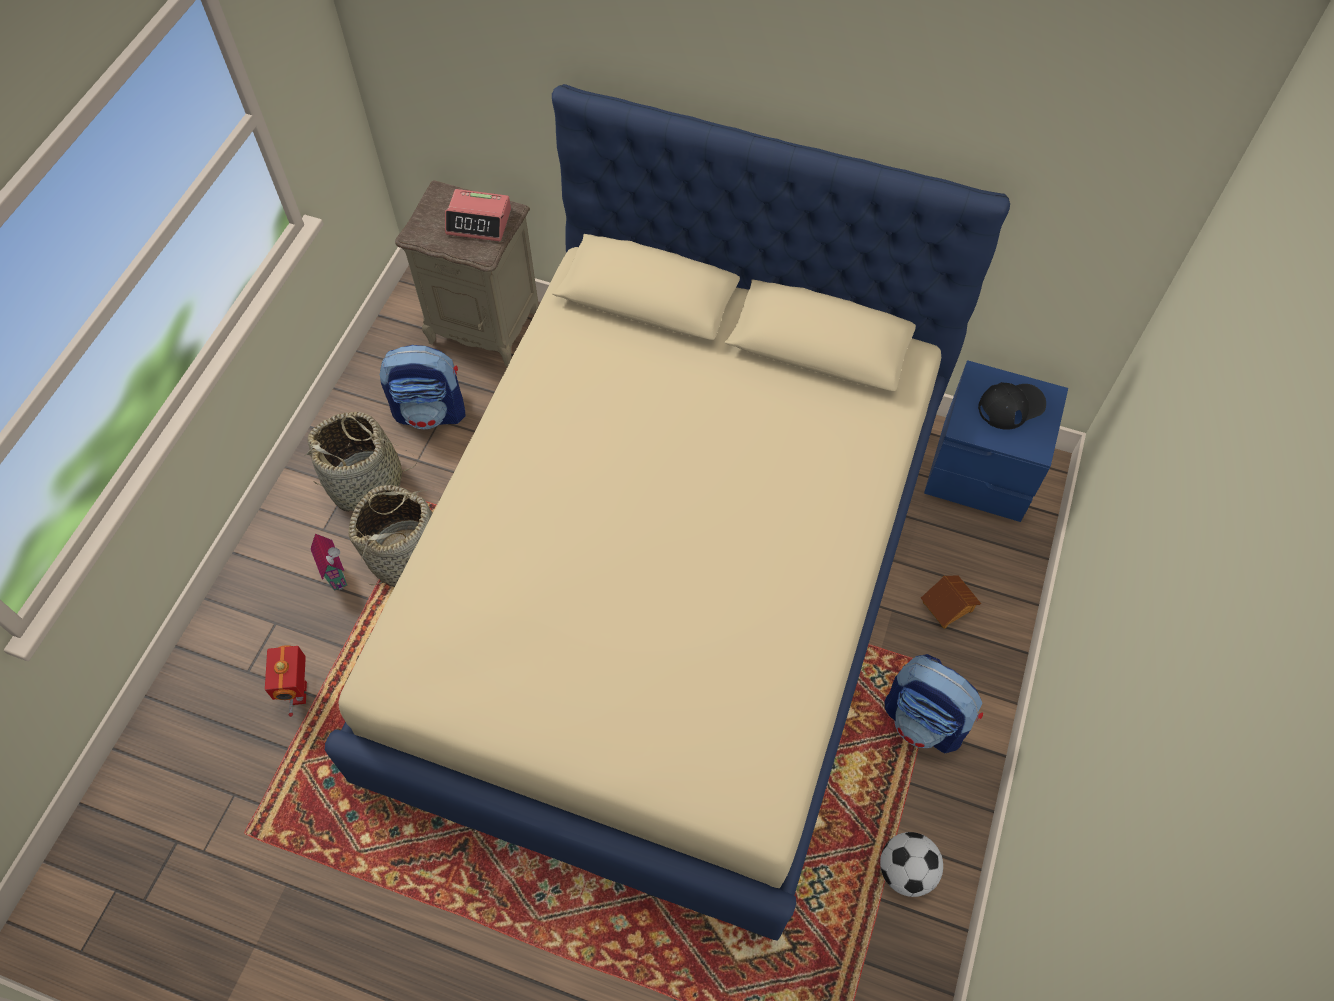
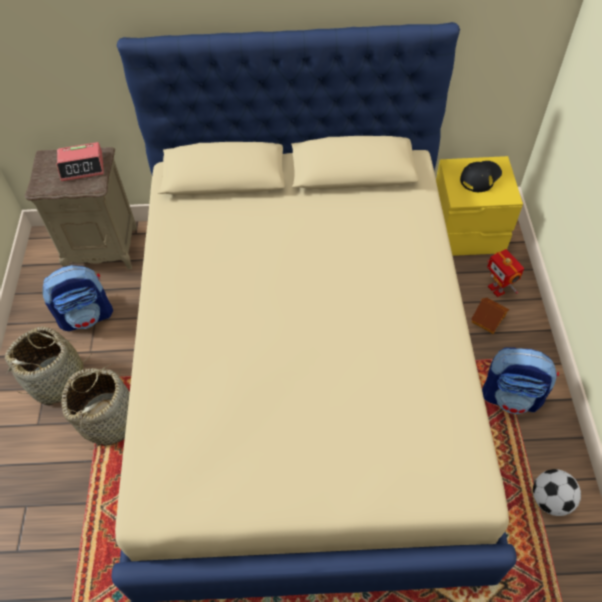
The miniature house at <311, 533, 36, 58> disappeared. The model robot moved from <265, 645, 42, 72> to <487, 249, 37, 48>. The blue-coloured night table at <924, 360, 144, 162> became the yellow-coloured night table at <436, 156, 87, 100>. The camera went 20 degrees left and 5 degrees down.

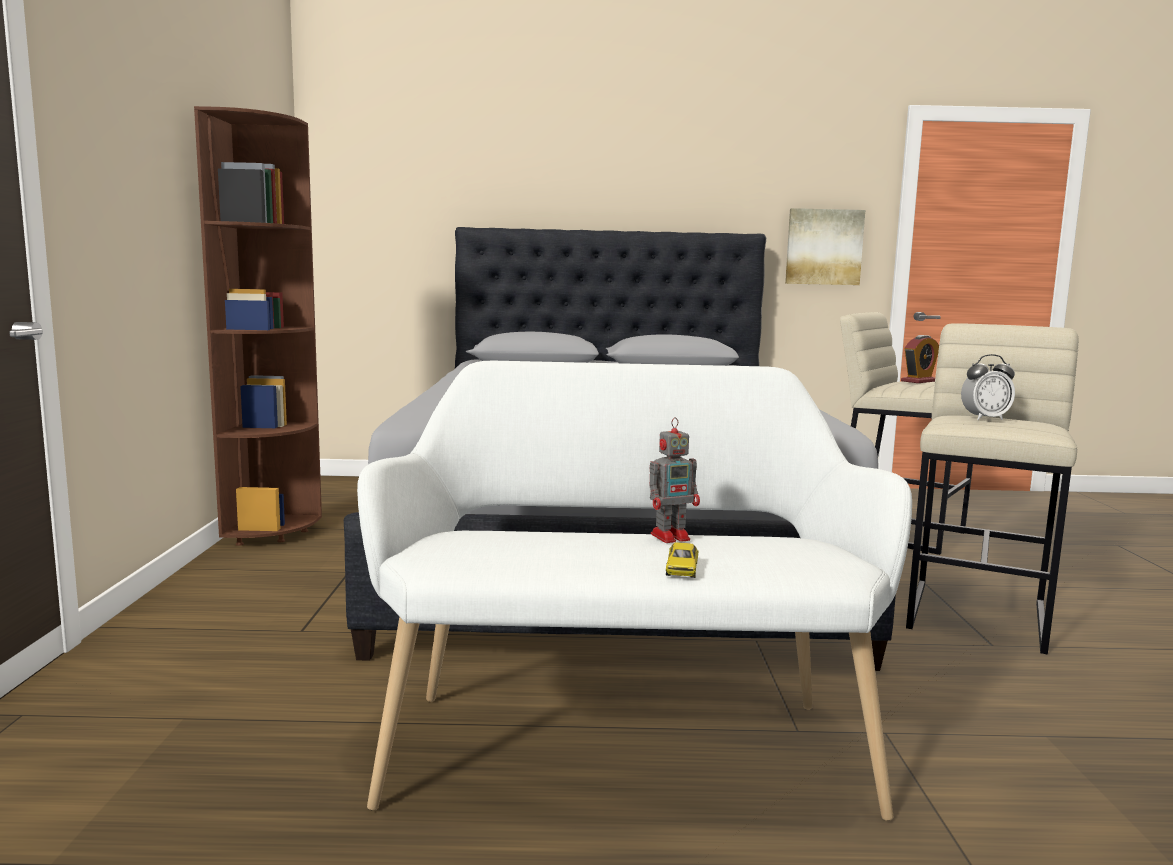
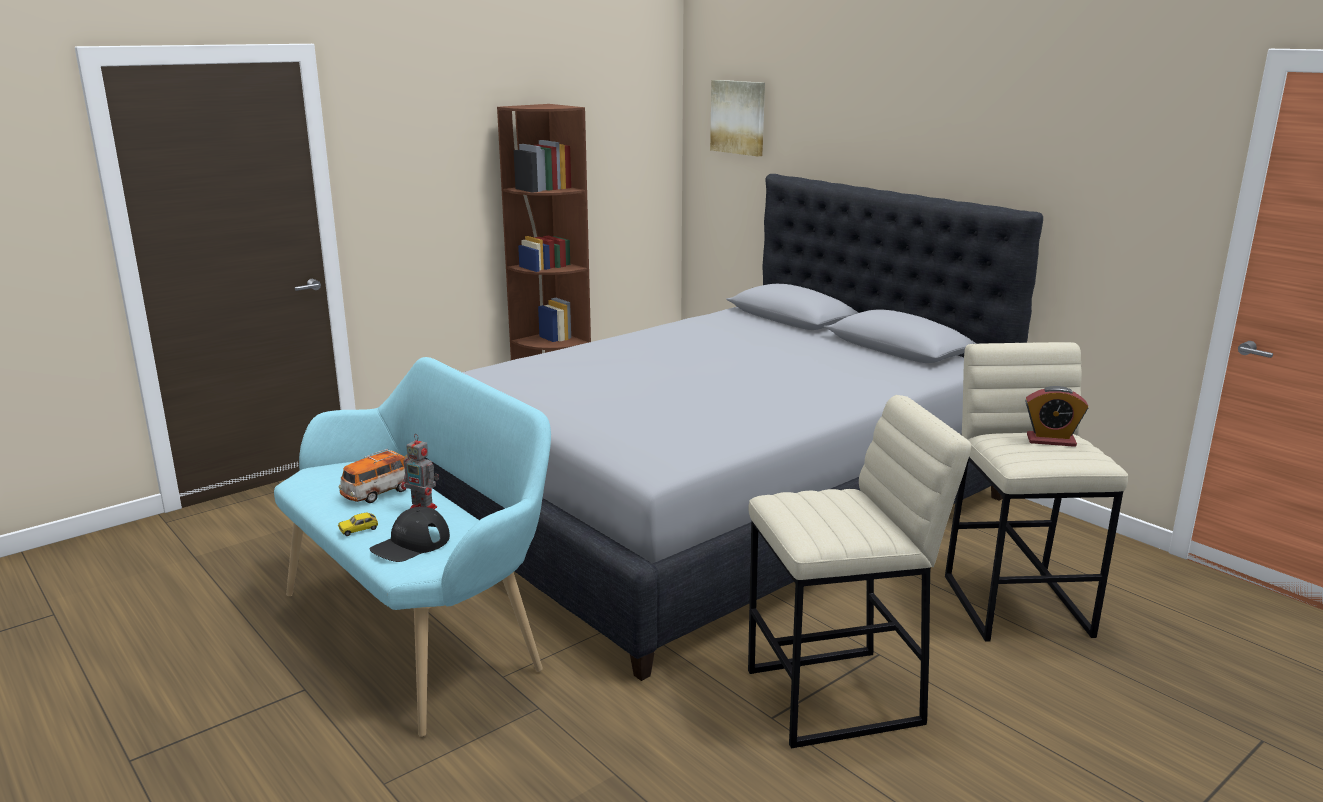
The alarm clock at <961, 354, 54, 66> disappeared. The toy car at <339, 449, 66, 54> appeared. The black baseball cap at <369, 507, 81, 55> appeared. The wall picture moved from <785, 208, 80, 77> to <710, 80, 55, 77>. The whitish bench at <357, 361, 555, 460> became the turquoise-coloured bench at <274, 357, 277, 380>. The camera went 50 degrees right and 10 degrees up.

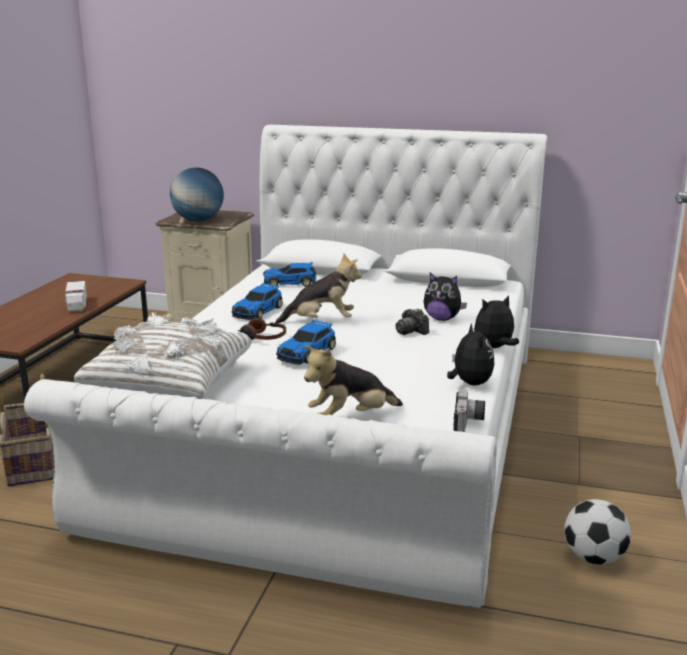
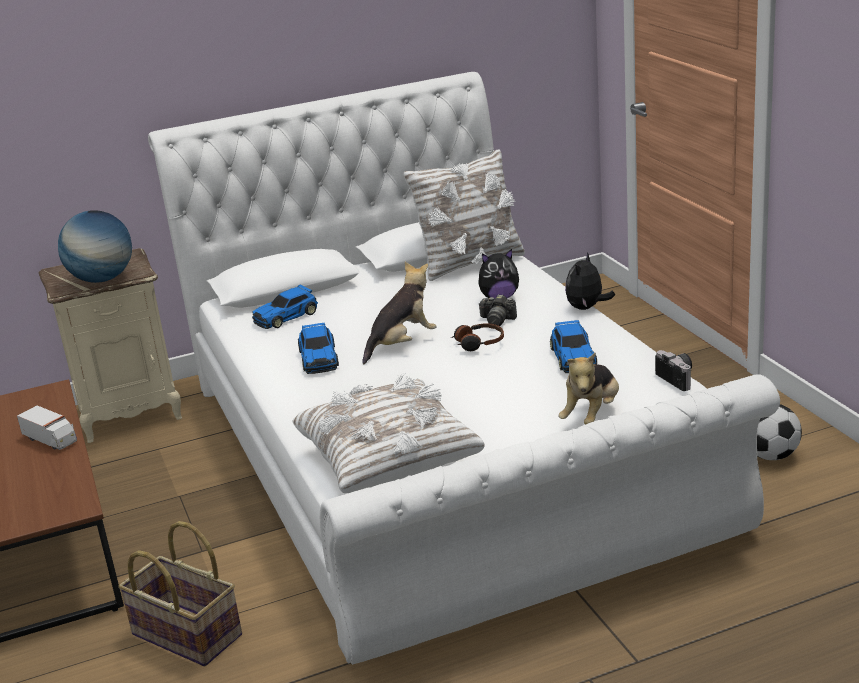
The soft toy at <447, 323, 48, 62> disappeared. The whitish throw pillow at <403, 149, 122, 132> appeared. The headphones moved from <238, 318, 48, 22> to <451, 324, 53, 27>. The toy car moved from <276, 320, 60, 45> to <550, 320, 47, 53>. The camera went 35 degrees left and 5 degrees up.

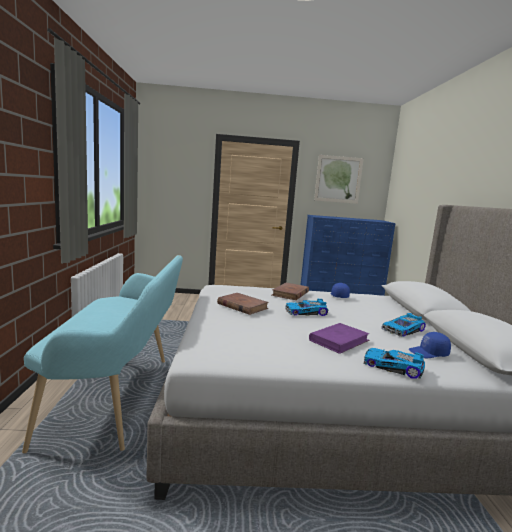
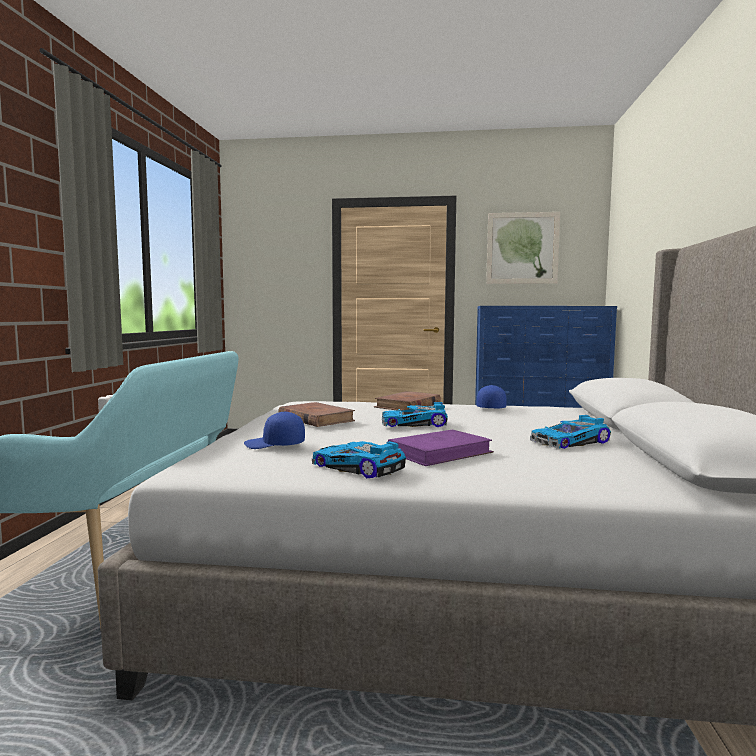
The toy car moved from <364, 348, 61, 31> to <312, 441, 94, 38>. The blue-coloured baseball cap moved from <409, 332, 42, 26> to <244, 411, 61, 38>. The camera went 10 degrees right and 5 degrees down.

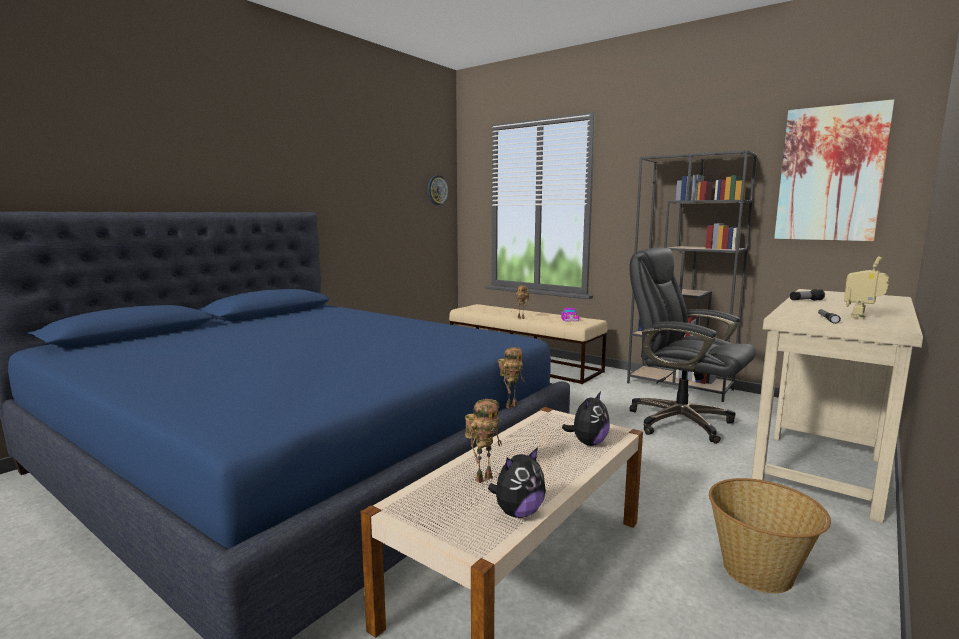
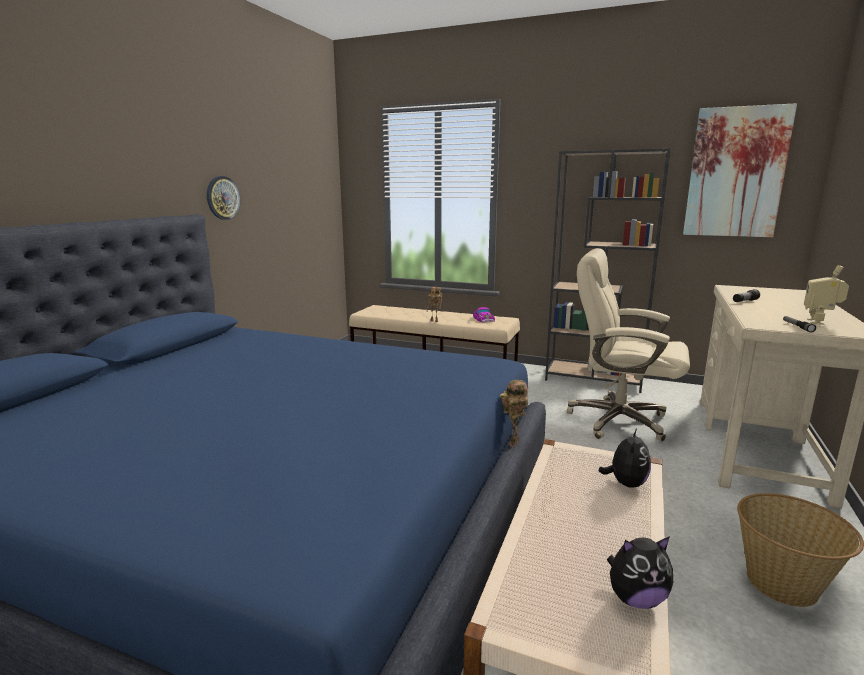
The model robot at <465, 399, 37, 84> disappeared. The wall clock moved from <428, 175, 21, 30> to <207, 176, 33, 44>. The black desk chair at <629, 247, 127, 197> became the sand-coloured desk chair at <567, 248, 123, 193>. The soft toy at <488, 447, 58, 71> turned 45 degrees clockwise. The camera went 15 degrees left and 5 degrees up.

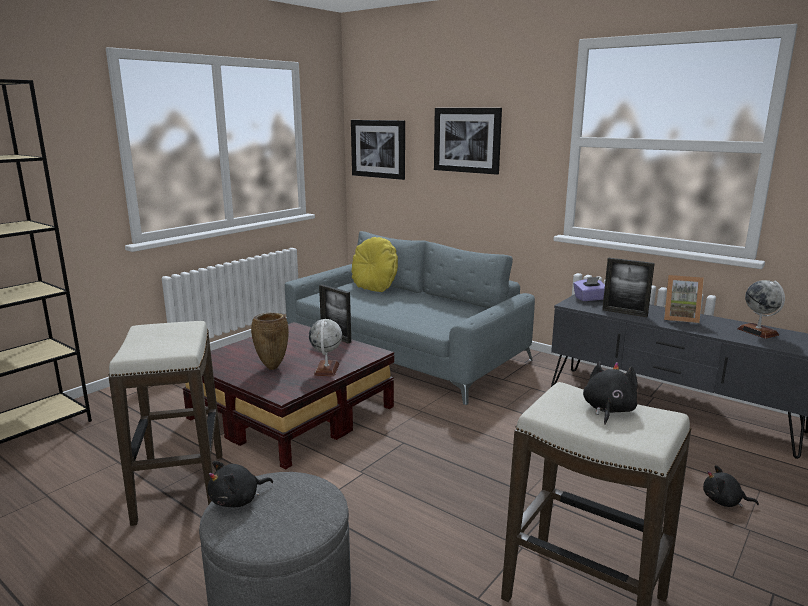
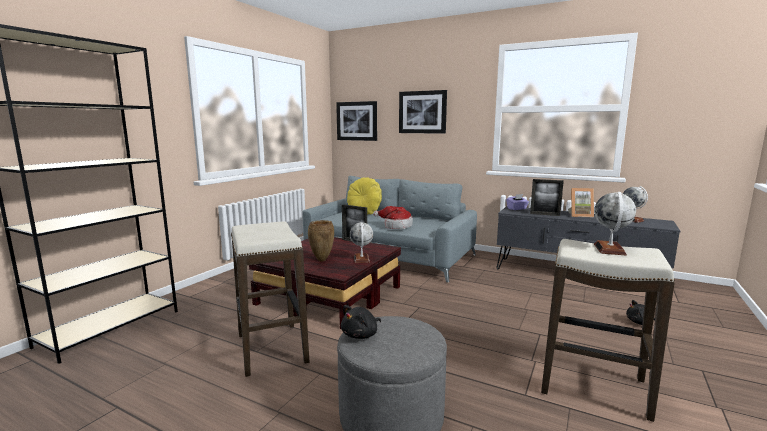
The wearable hat at <373, 206, 40, 23> appeared. The black soft toy at <583, 361, 55, 63> was replaced by the world globe at <594, 192, 42, 64>. The camera went 10 degrees left and 5 degrees down.

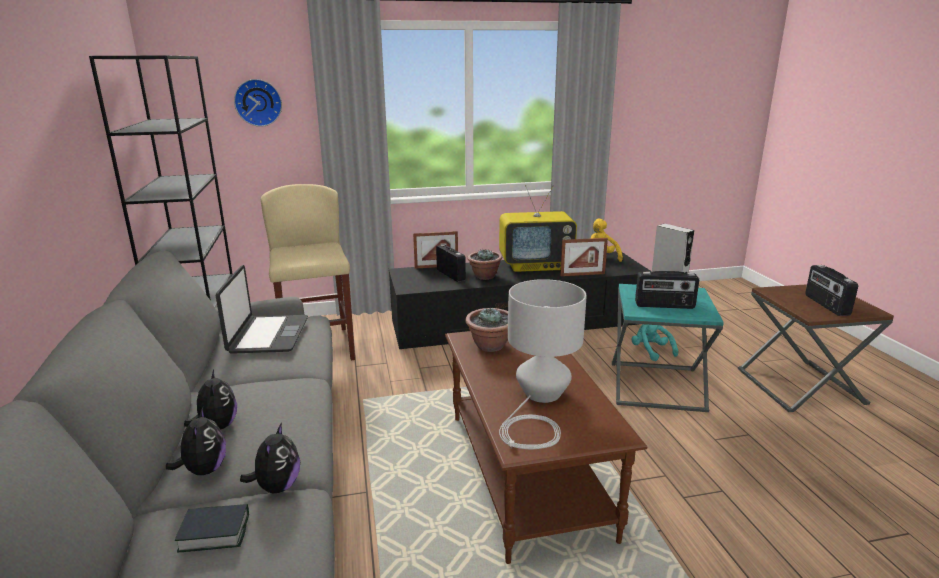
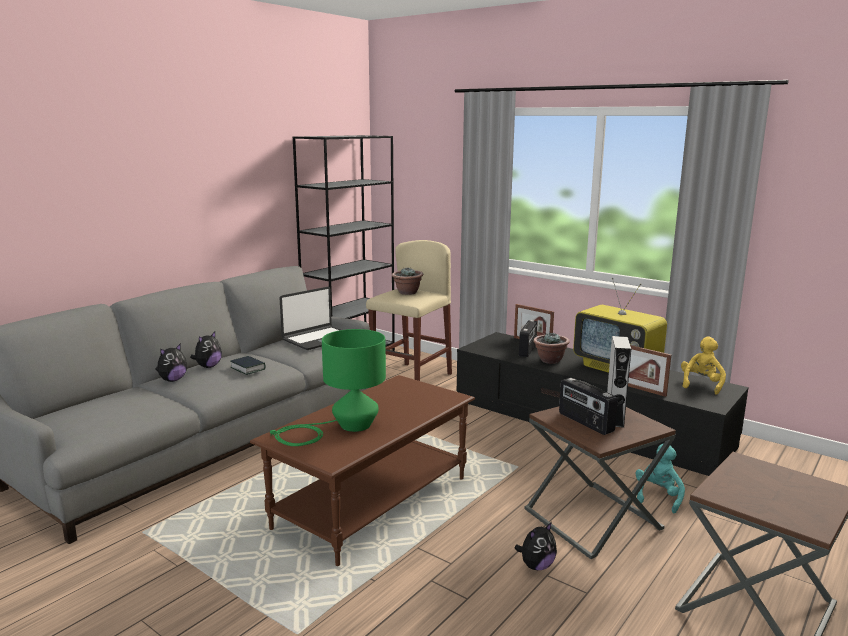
The wall clock at <234, 79, 48, 48> disappeared. The radio at <805, 265, 53, 51> disappeared. The volume moved from <175, 504, 74, 48> to <230, 356, 36, 19>. The soft toy moved from <240, 422, 60, 71> to <514, 522, 43, 48>. The plant in a pot moved from <466, 307, 42, 45> to <392, 267, 31, 28>. The greyish table lamp at <499, 279, 87, 170> became the green table lamp at <270, 329, 116, 117>. The turquoise-coloured end table at <612, 284, 112, 128> became the brown-coloured end table at <524, 406, 152, 153>. The camera went 50 degrees right and 5 degrees down.

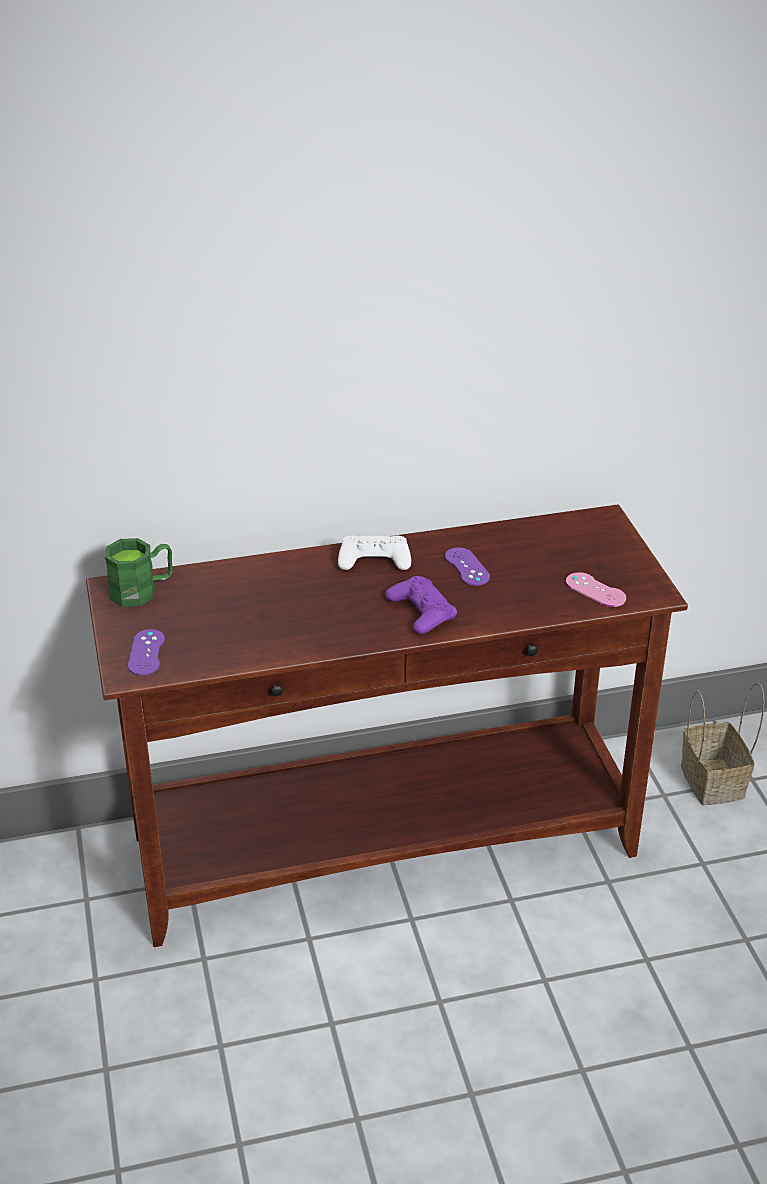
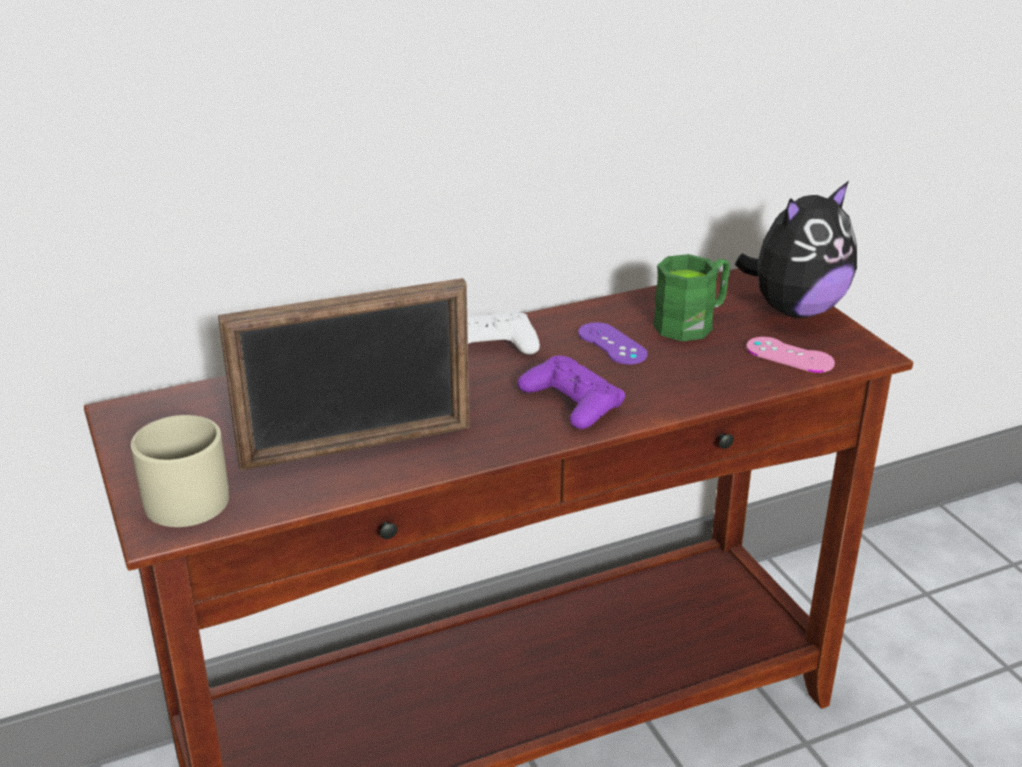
The storage basket at <681, 682, 83, 123> disappeared. The picture frame at <218, 278, 252, 193> appeared. The soft toy at <735, 181, 122, 137> appeared. The green tea mug moved from <105, 538, 67, 69> to <653, 254, 77, 87>. The purple-coloured joypad at <128, 629, 37, 47> was replaced by the sand-coloured tea mug at <131, 415, 98, 112>. The camera went 10 degrees left and 5 degrees down.

